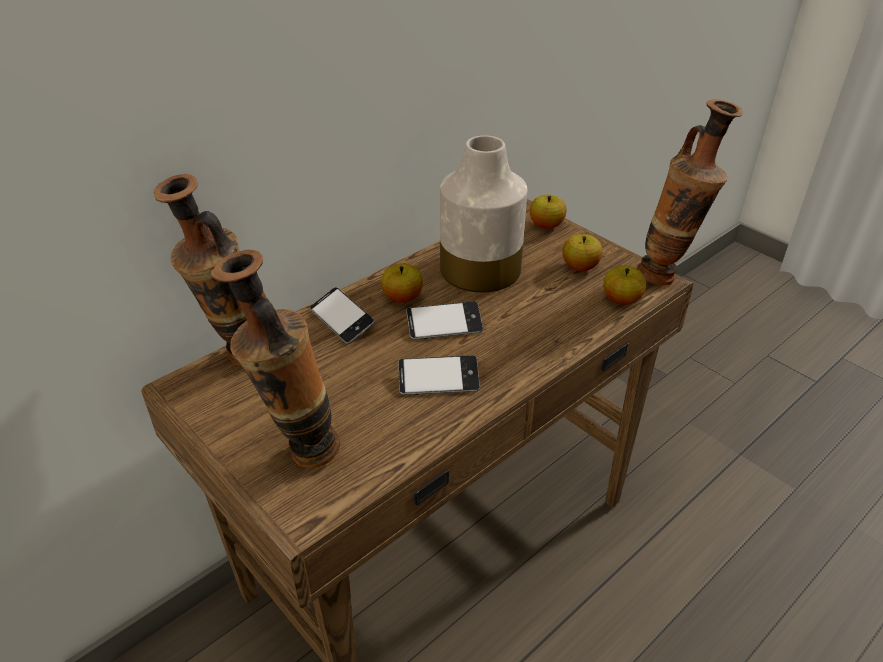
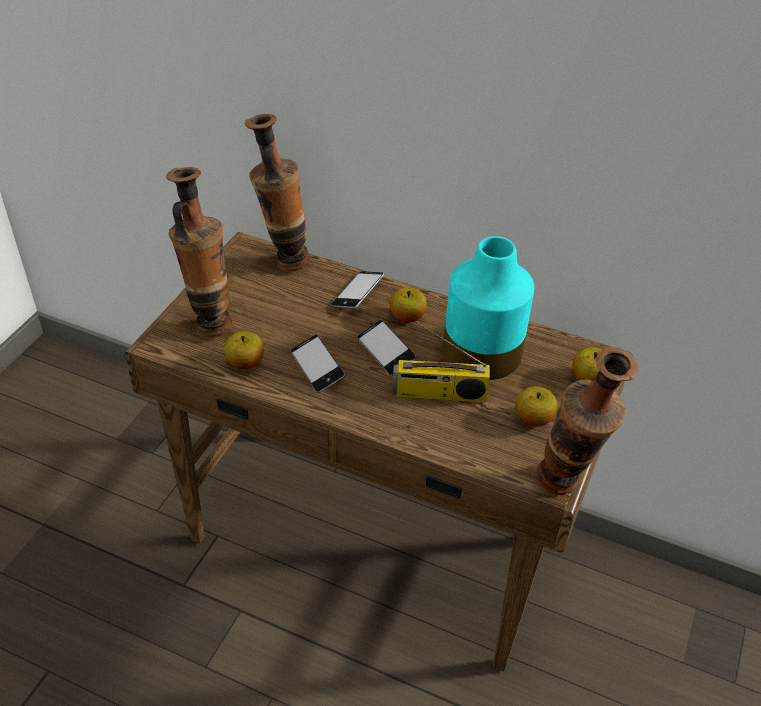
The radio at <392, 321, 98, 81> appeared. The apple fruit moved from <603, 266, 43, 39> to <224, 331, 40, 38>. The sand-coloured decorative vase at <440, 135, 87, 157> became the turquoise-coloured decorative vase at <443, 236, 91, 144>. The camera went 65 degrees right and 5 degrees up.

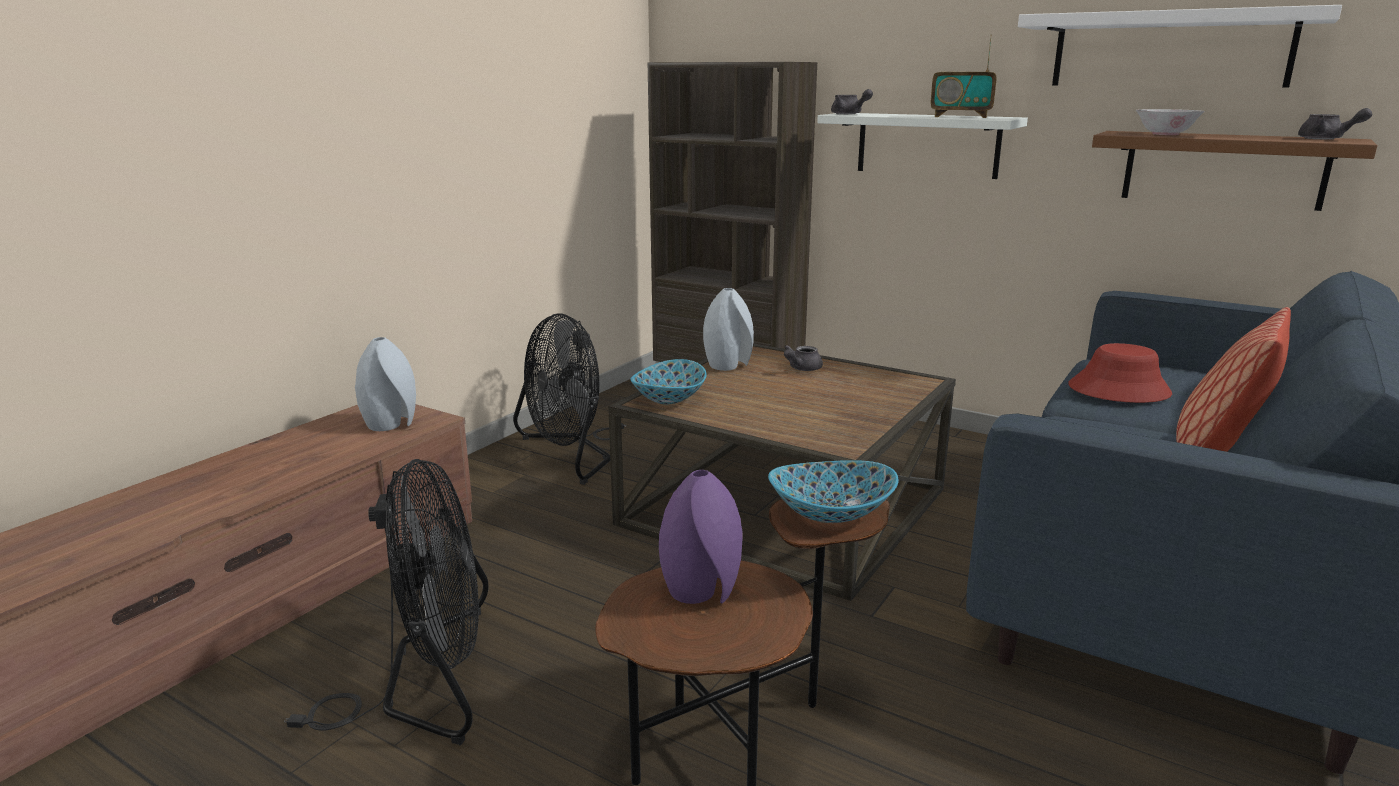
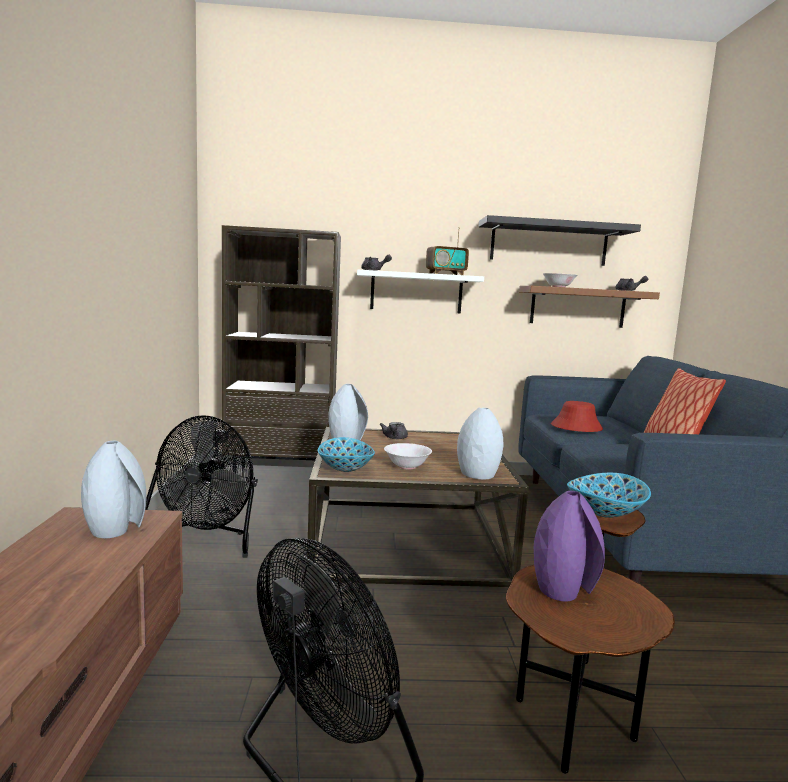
The whitish serving bowl at <384, 443, 48, 26> appeared. The greyish decorative vase at <457, 407, 46, 72> appeared. The whitish wall shelf at <1018, 5, 324, 83> became the black wall shelf at <479, 215, 162, 51>. The camera went 35 degrees left and 10 degrees down.

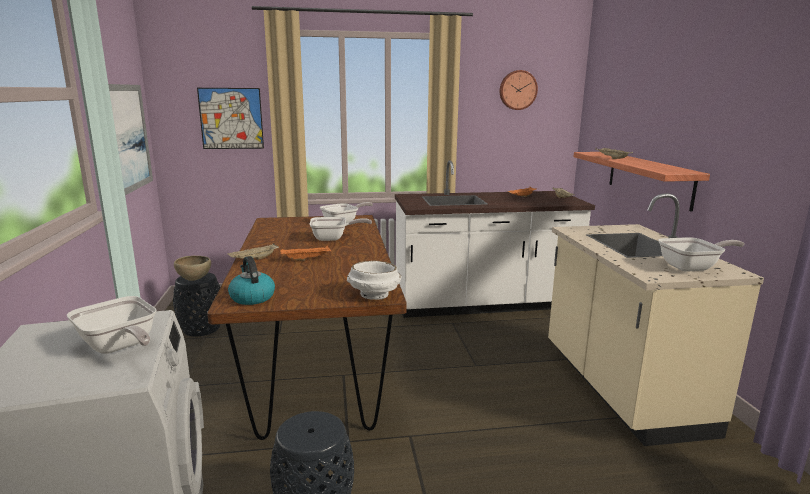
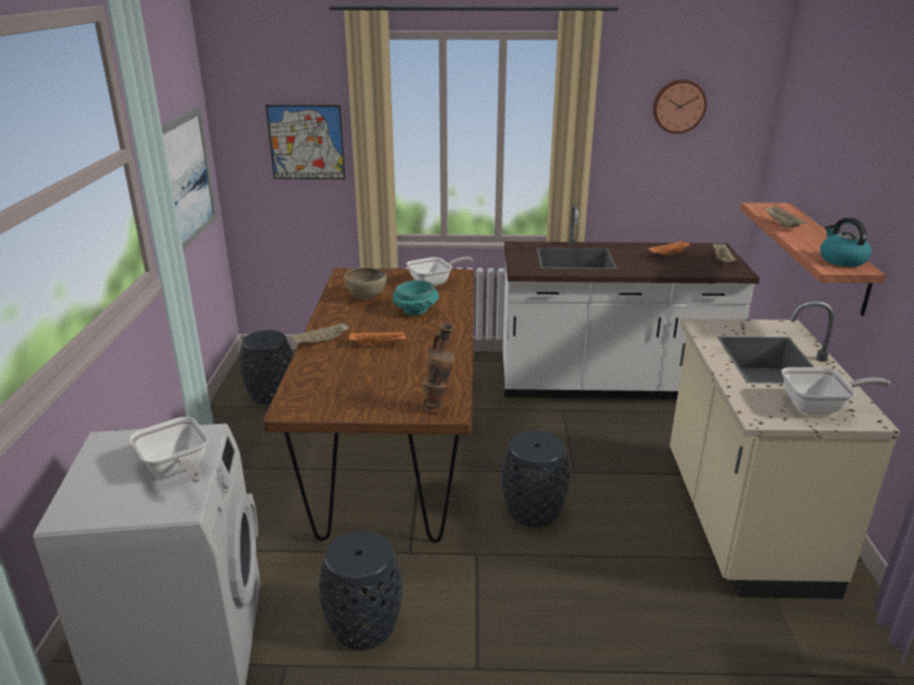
The black stool at <501, 430, 69, 97> appeared. The brown-coloured serving bowl moved from <174, 256, 37, 25> to <344, 268, 43, 31>. The tea kettle moved from <228, 256, 47, 49> to <820, 217, 51, 50>. The pan at <310, 217, 62, 24> was replaced by the turquoise-coloured serving bowl at <392, 280, 47, 35>. The whitish serving bowl at <347, 261, 54, 39> was replaced by the decorative vase at <422, 323, 33, 91>. The camera went 10 degrees right and 10 degrees up.

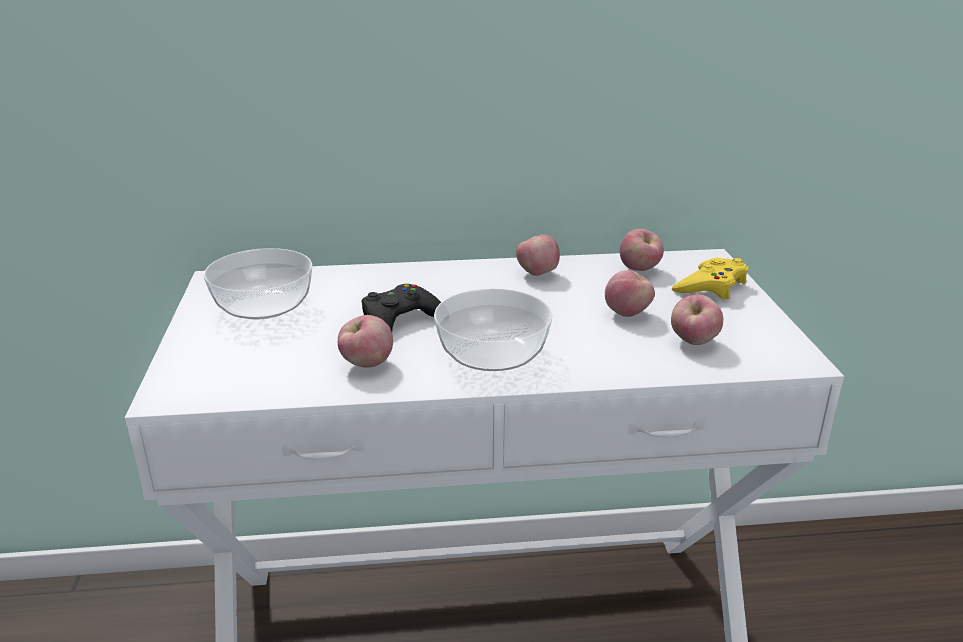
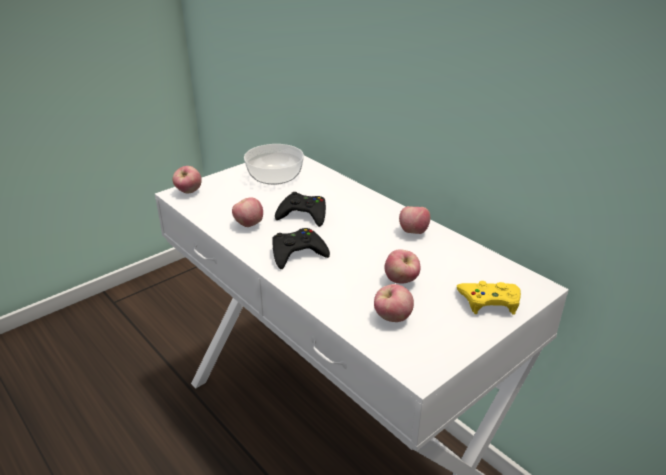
The apple fruit moved from <620, 229, 44, 42> to <172, 166, 30, 28>. The serving bowl at <434, 288, 118, 83> was replaced by the black joypad at <273, 228, 57, 41>. The camera went 55 degrees right and 5 degrees up.

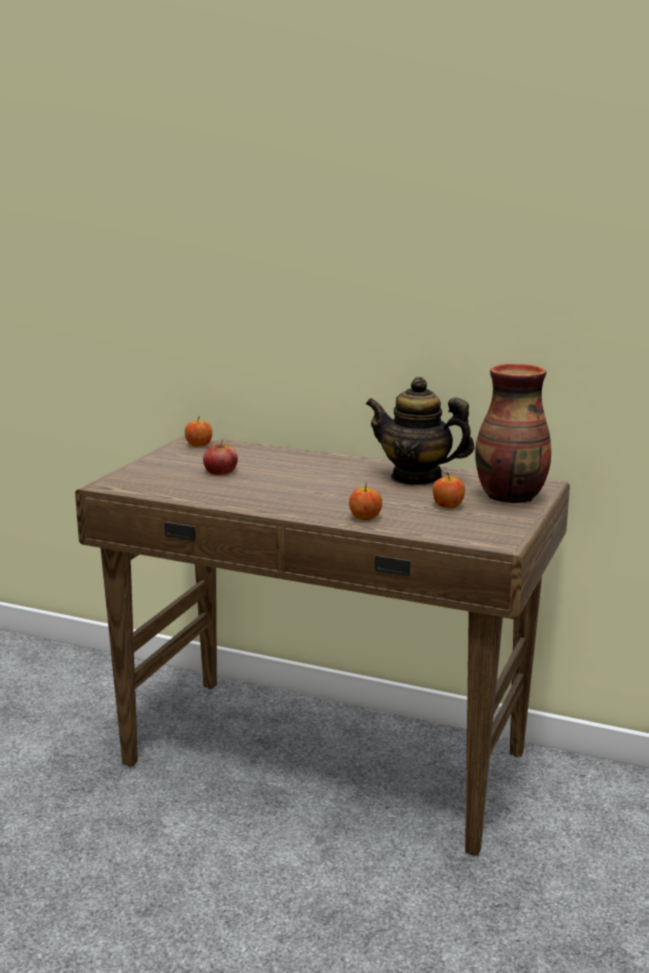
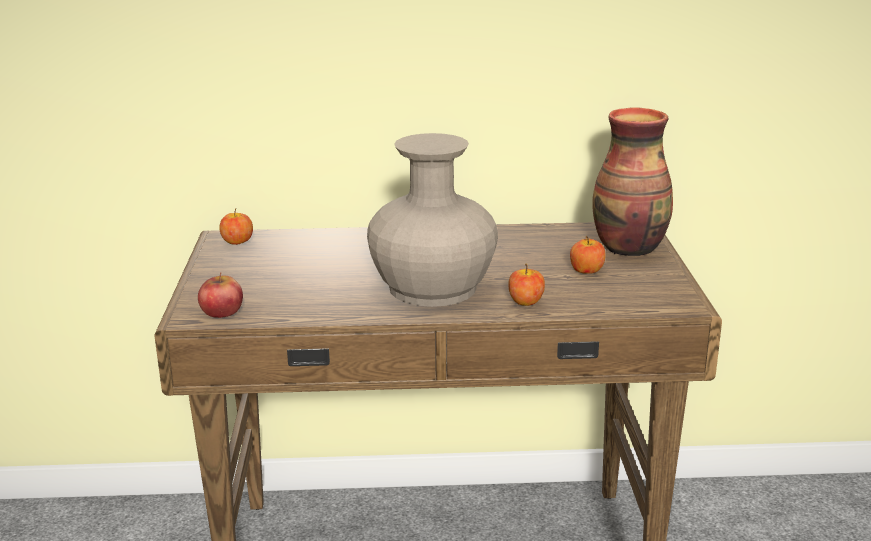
The tea pot at <366, 377, 108, 109> disappeared. The sand-coloured decorative vase at <367, 133, 131, 174> appeared. The apple fruit moved from <203, 440, 35, 35> to <198, 272, 45, 46>. The camera went 25 degrees left and 5 degrees up.

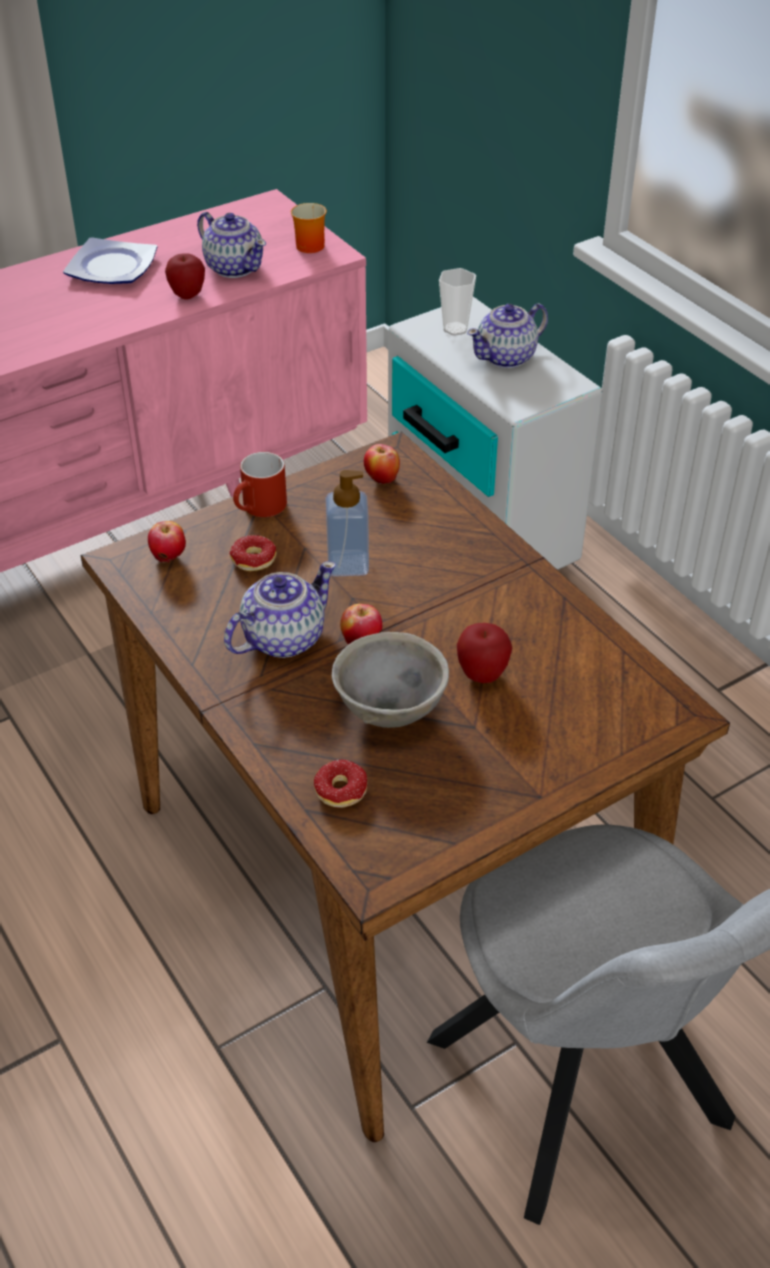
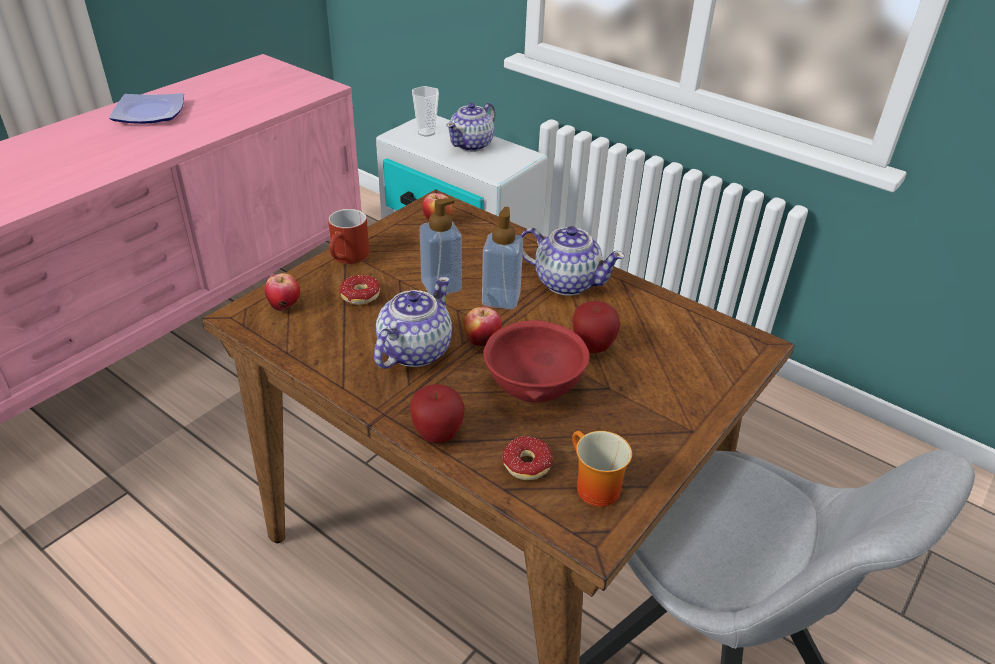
The soap bottle at <482, 207, 41, 103> appeared. The apple fruit moved from <165, 253, 40, 47> to <410, 384, 55, 59>. The tea pot moved from <197, 212, 69, 66> to <520, 226, 105, 70>. The tea mug moved from <291, 203, 36, 50> to <572, 431, 60, 76>. The greyish serving bowl at <332, 632, 117, 96> became the red serving bowl at <483, 320, 107, 83>. The camera went 20 degrees left and 5 degrees down.

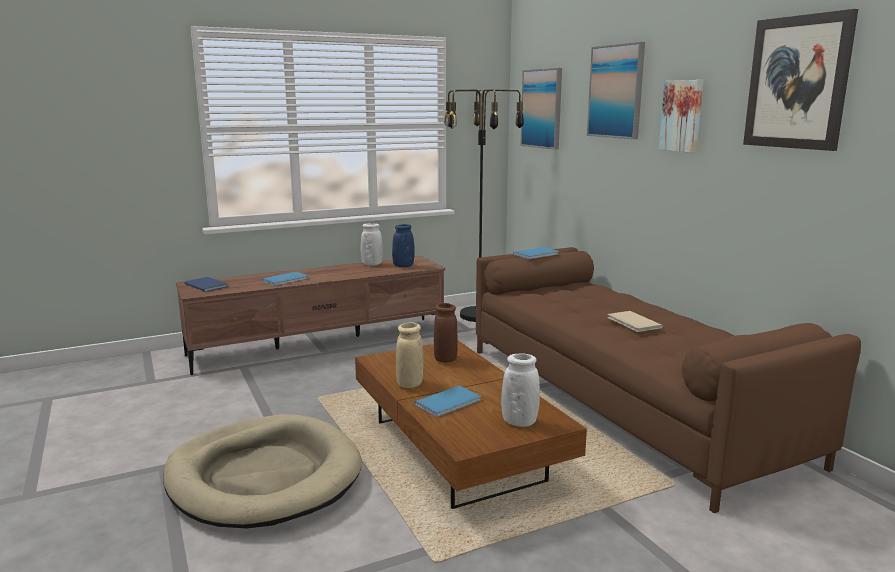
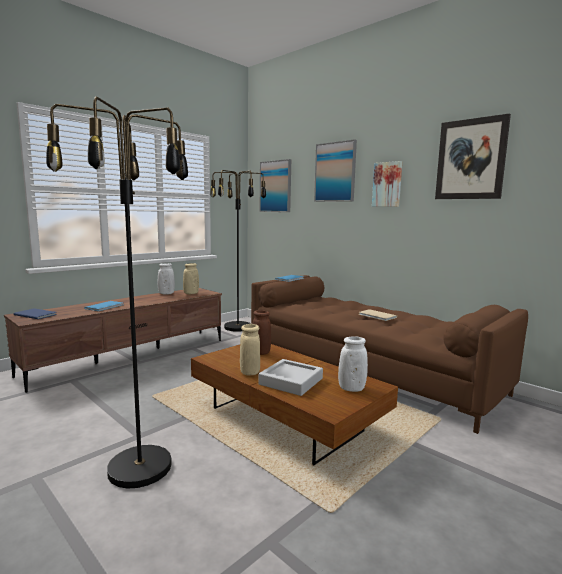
The sand-coloured dog bed at <163, 414, 199, 114> was replaced by the standing lamp at <46, 96, 142, 392>. The blue-coloured volume at <414, 386, 67, 31> was replaced by the greyish tray at <258, 359, 65, 37>. The blue-coloured decorative vase at <392, 224, 23, 43> became the sand-coloured decorative vase at <183, 263, 16, 31>. The camera went 20 degrees left and 5 degrees down.

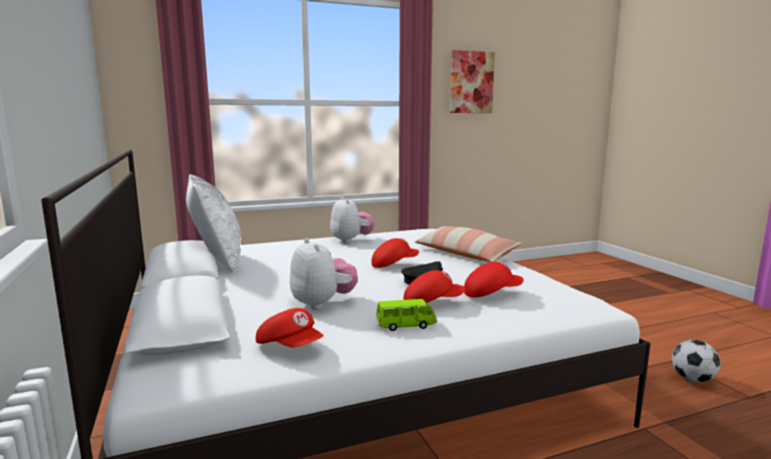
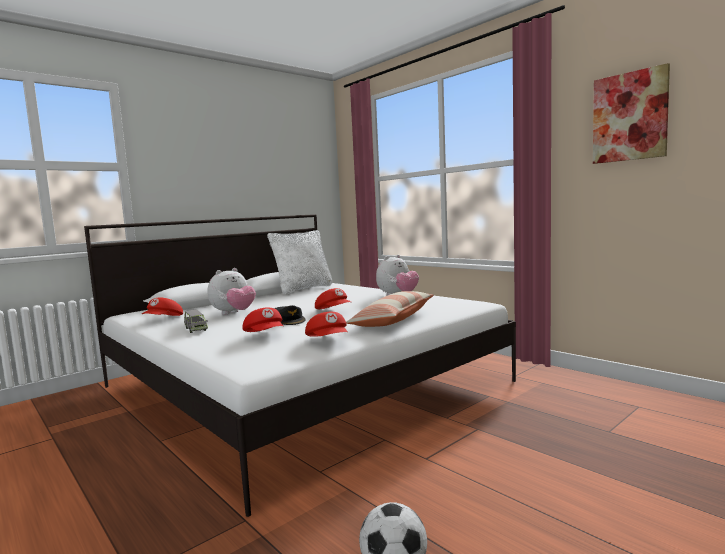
The red baseball cap moved from <403, 270, 62, 33> to <305, 312, 43, 25>. The green toy car at <376, 299, 61, 32> became the greyish toy car at <184, 310, 24, 23>. The camera went 70 degrees right and 5 degrees down.

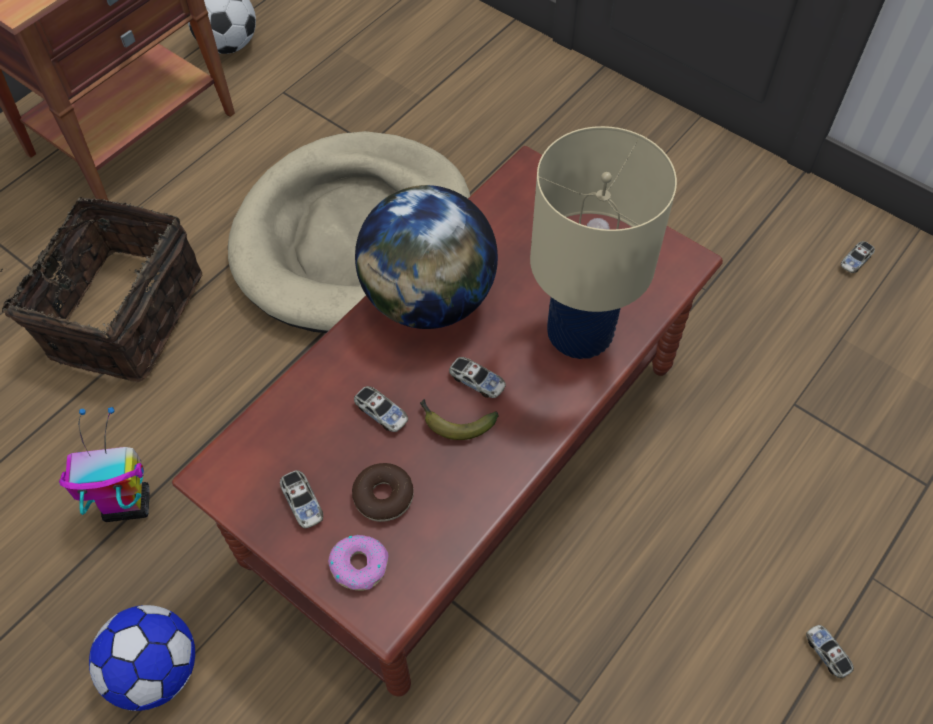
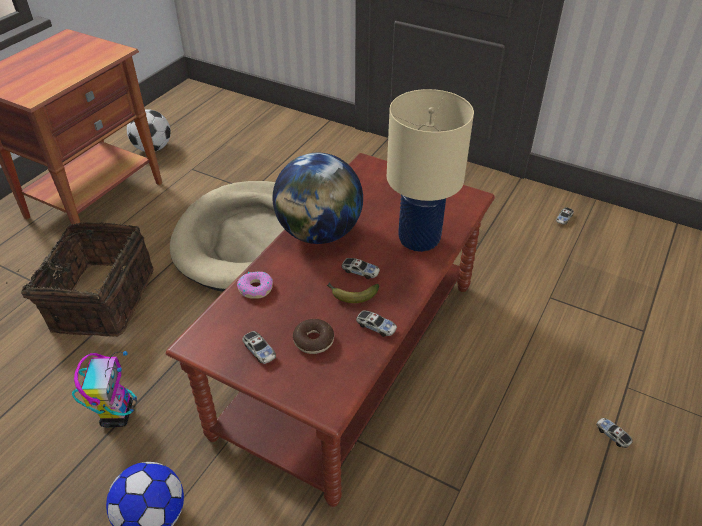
The doughnut moved from <328, 535, 60, 56> to <237, 272, 36, 27>. The toy car moved from <354, 386, 54, 46> to <356, 310, 41, 27>. The model robot at <59, 407, 91, 115> turned 105 degrees clockwise. The camera went 10 degrees left and 15 degrees down.

